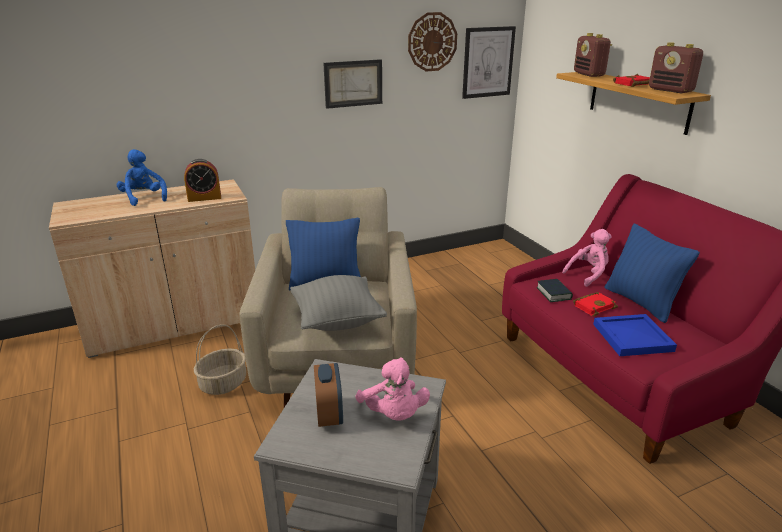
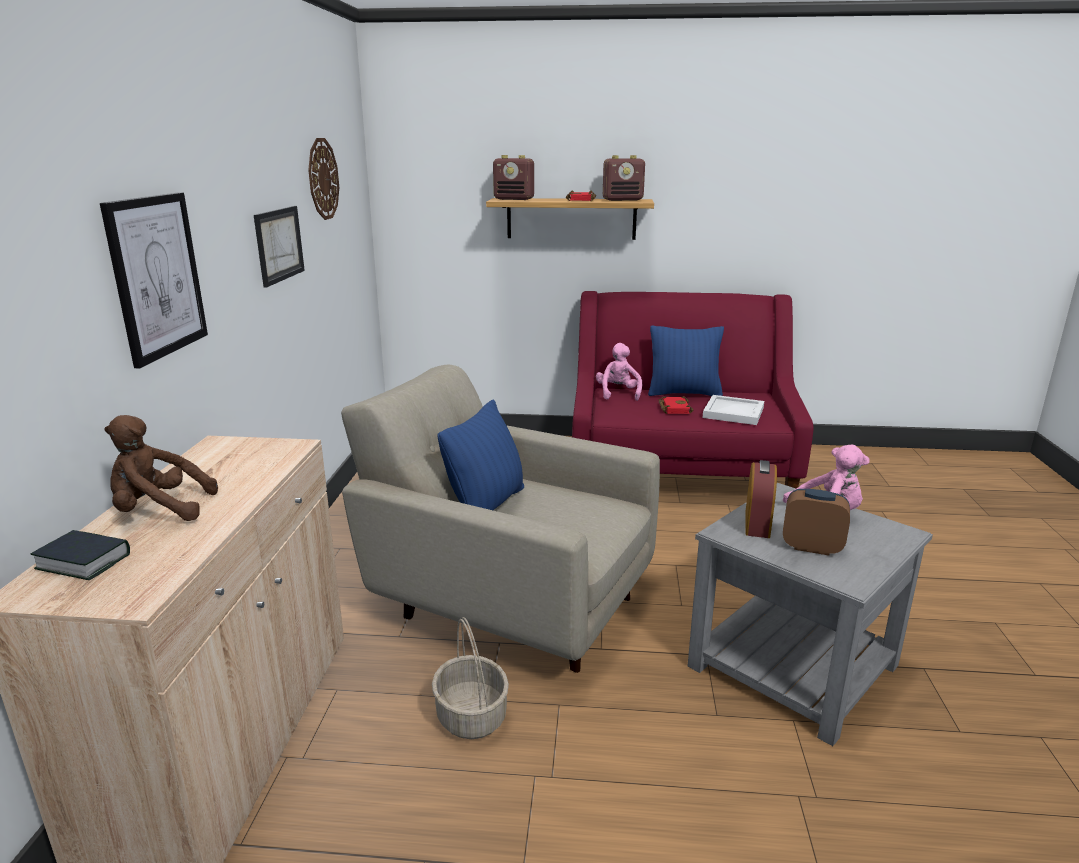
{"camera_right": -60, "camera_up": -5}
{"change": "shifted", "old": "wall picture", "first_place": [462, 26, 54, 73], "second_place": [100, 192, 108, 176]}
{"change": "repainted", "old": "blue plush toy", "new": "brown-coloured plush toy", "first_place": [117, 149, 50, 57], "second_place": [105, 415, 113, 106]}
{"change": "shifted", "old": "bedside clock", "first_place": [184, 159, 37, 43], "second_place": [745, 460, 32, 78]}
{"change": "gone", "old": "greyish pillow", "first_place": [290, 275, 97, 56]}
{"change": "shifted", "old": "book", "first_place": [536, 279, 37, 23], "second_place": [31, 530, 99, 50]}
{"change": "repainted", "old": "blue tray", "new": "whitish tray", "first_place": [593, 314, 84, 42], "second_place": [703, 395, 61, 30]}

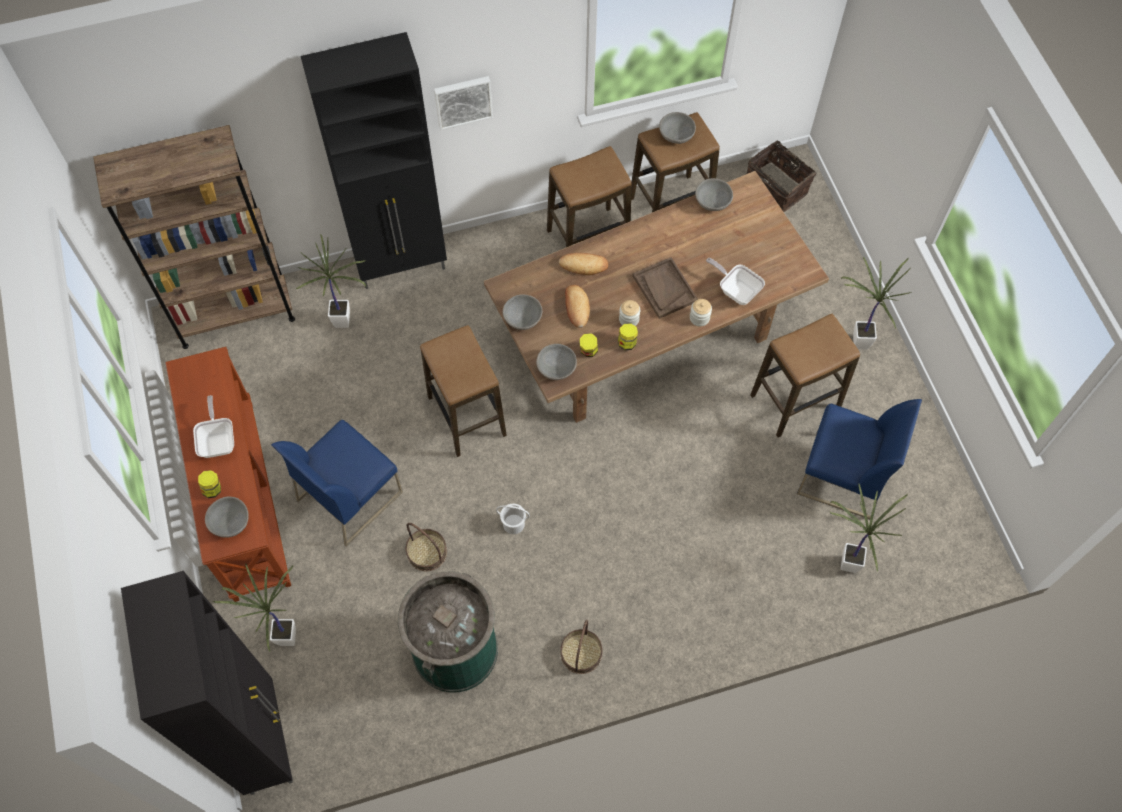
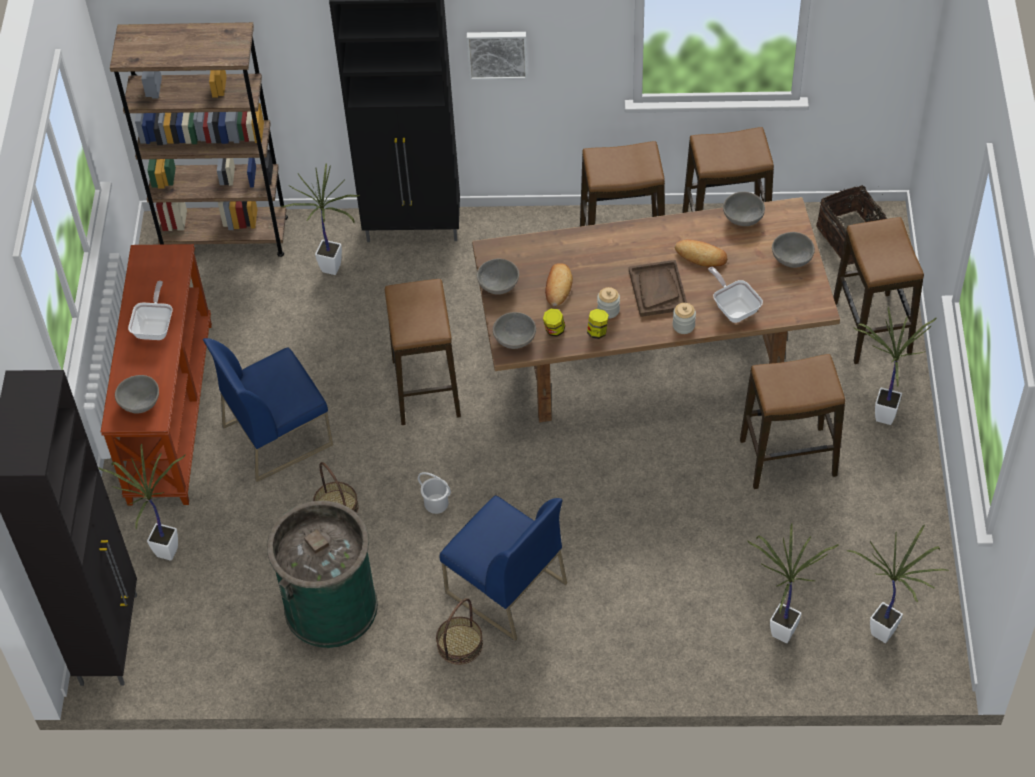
{"camera_right": 20, "camera_up": -10}
{"change": "shifted", "old": "greyish serving bowl", "first_place": [659, 112, 37, 32], "second_place": [772, 232, 43, 36]}
{"change": "shifted", "old": "bread", "first_place": [559, 253, 49, 22], "second_place": [675, 240, 52, 27]}
{"change": "shifted", "old": "blue chair", "first_place": [797, 399, 125, 120], "second_place": [440, 495, 127, 146]}
{"change": "gone", "old": "storage jar", "first_place": [198, 470, 23, 28]}
{"change": "new", "new": "sitting stool", "second_place": [833, 217, 91, 147]}
{"change": "new", "new": "potted plant", "second_place": [847, 524, 102, 119]}

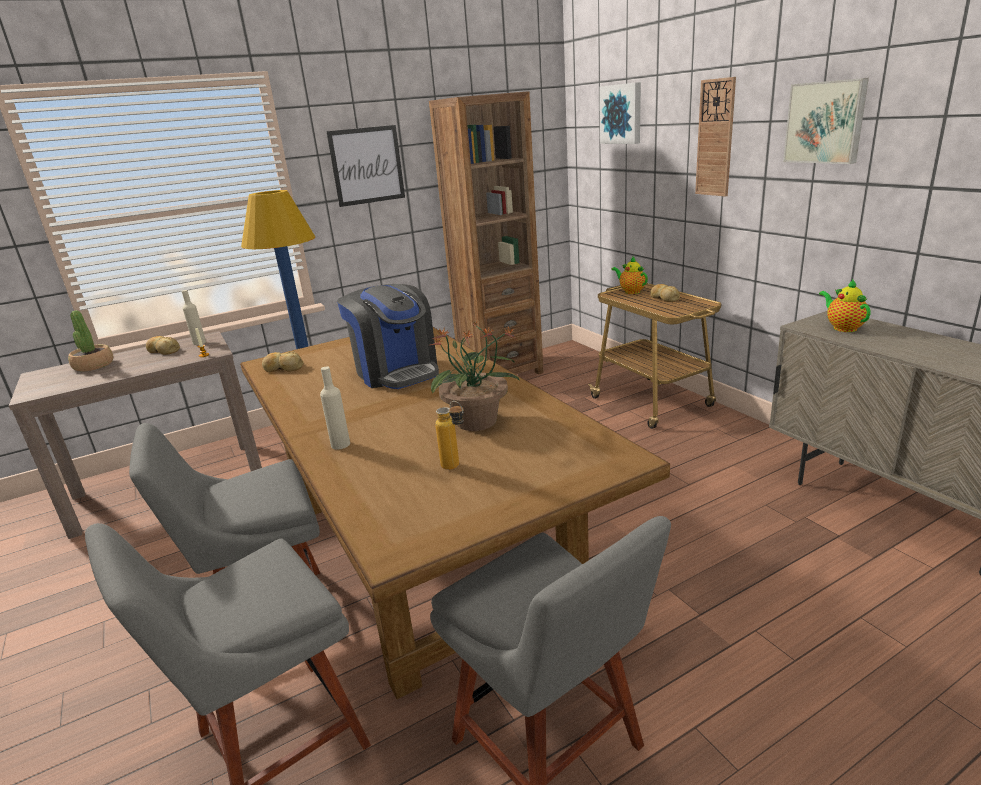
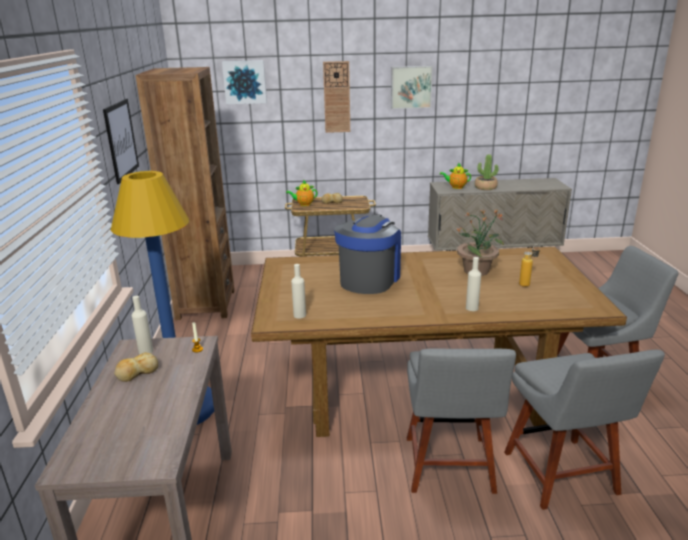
{"camera_right": -65, "camera_up": 0}
{"change": "rotated", "old": "coffee maker", "first_place": [337, 284, 102, 105], "second_place": [334, 214, 67, 80], "degrees": -60}
{"change": "shifted", "old": "potted plant", "first_place": [68, 310, 46, 61], "second_place": [475, 154, 23, 36]}
{"change": "swapped", "old": "bread", "new": "beige-coloured beverage bottle", "first_place": [262, 351, 42, 21], "second_place": [291, 264, 15, 55]}

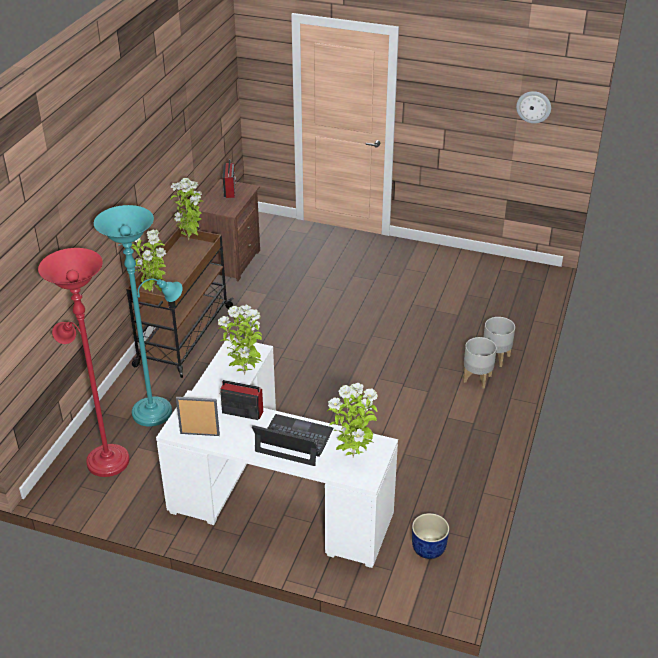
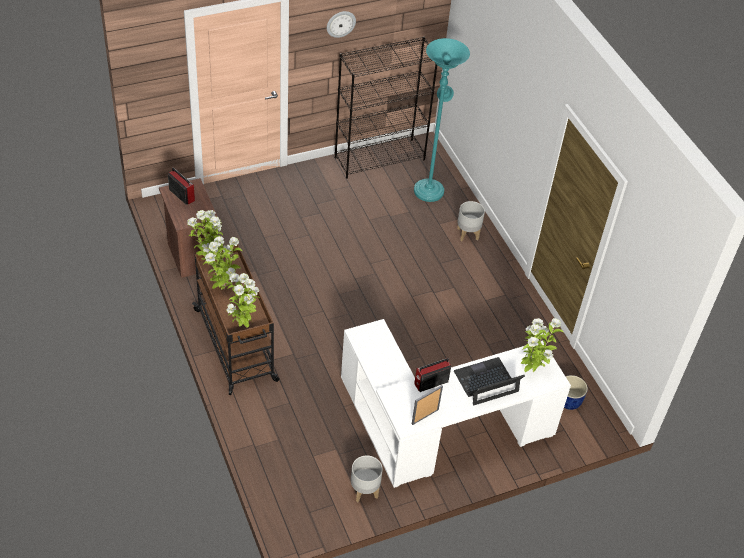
{"camera_right": -45, "camera_up": 10}
{"change": "shifted", "old": "wall clock", "first_place": [516, 91, 35, 32], "second_place": [327, 11, 29, 27]}
{"change": "shifted", "old": "blue-green standard lamp", "first_place": [94, 205, 89, 222], "second_place": [414, 38, 56, 164]}
{"change": "gone", "old": "red standard lamp", "first_place": [38, 248, 91, 229]}
{"change": "shifted", "old": "potted plant", "first_place": [218, 305, 44, 70], "second_place": [203, 236, 39, 54]}
{"change": "shifted", "old": "greyish plant pot", "first_place": [463, 337, 34, 52], "second_place": [351, 455, 32, 47]}
{"change": "new", "new": "black bookcase", "second_place": [335, 37, 102, 142]}

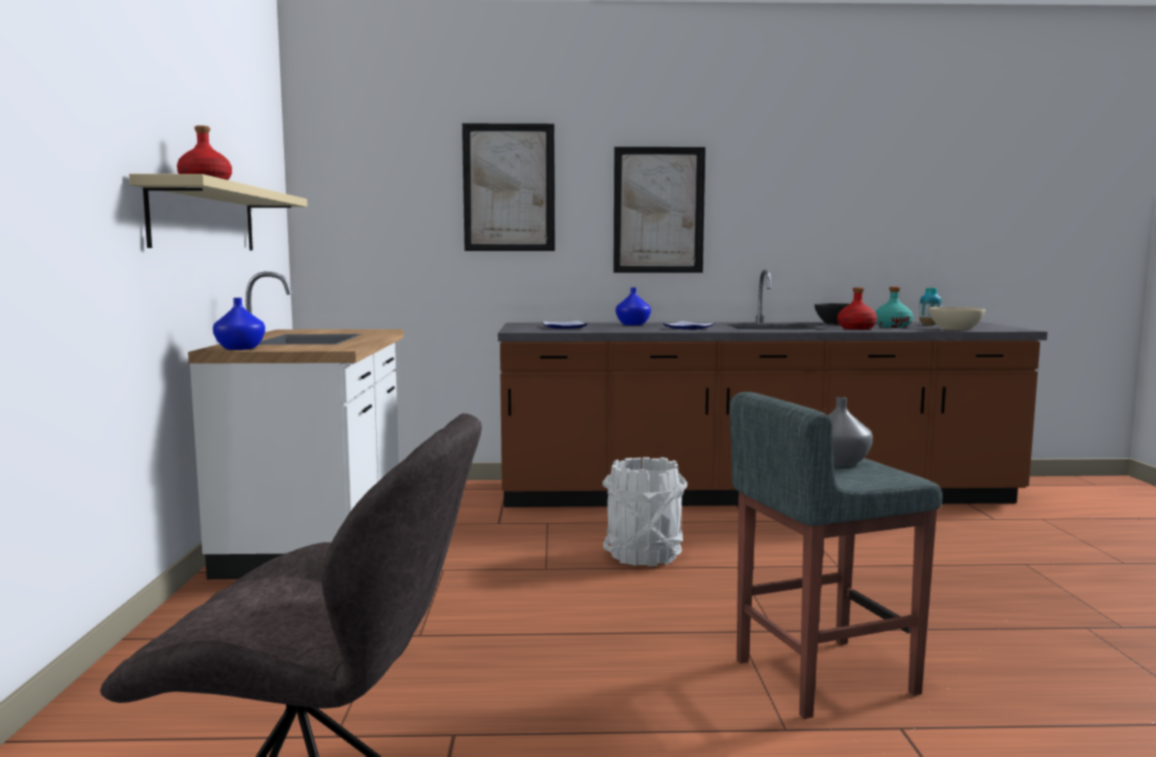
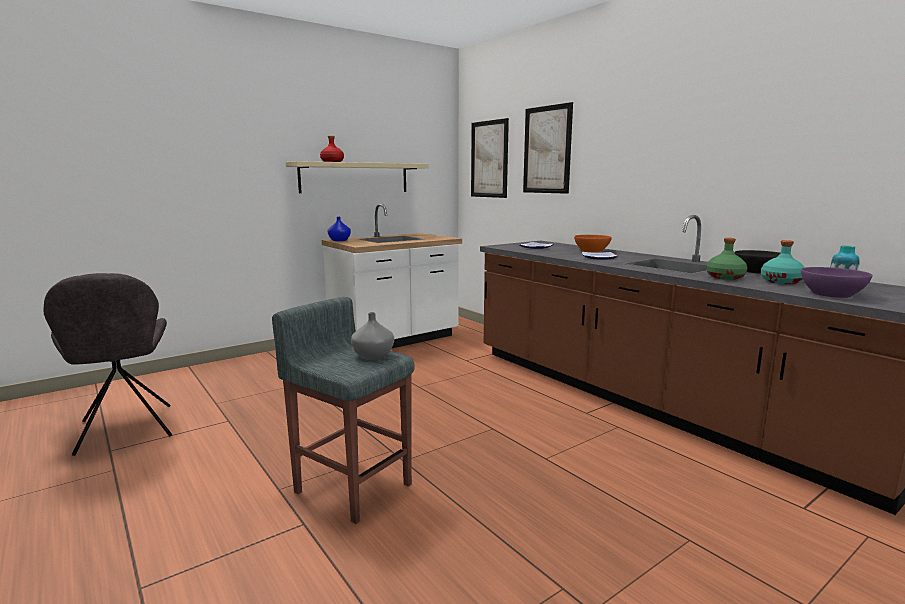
{"camera_right": 55, "camera_up": 5}
{"change": "shifted", "old": "wall picture", "first_place": [613, 147, 93, 126], "second_place": [471, 118, 38, 80]}
{"change": "repainted", "old": "red beverage bottle", "new": "green beverage bottle", "first_place": [837, 287, 40, 43], "second_place": [706, 238, 41, 42]}
{"change": "swapped", "old": "blue vase", "new": "orangey serving bowl", "first_place": [616, 288, 35, 37], "second_place": [574, 235, 38, 17]}
{"change": "repainted", "old": "beige-coloured serving bowl", "new": "purple-coloured serving bowl", "first_place": [929, 307, 56, 23], "second_place": [801, 267, 71, 31]}
{"change": "gone", "old": "whitish pail", "first_place": [603, 457, 84, 110]}

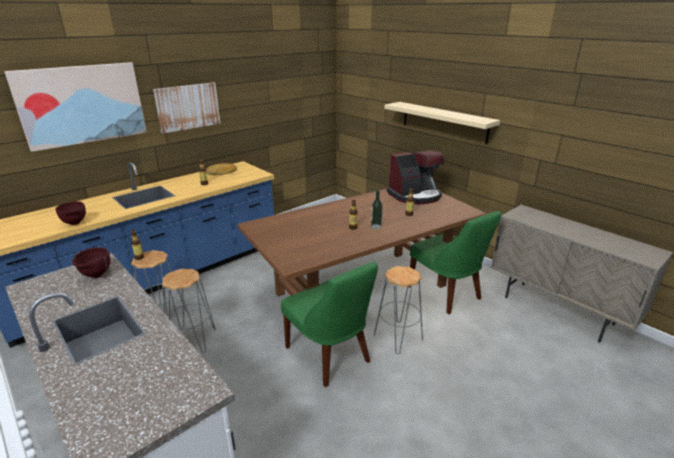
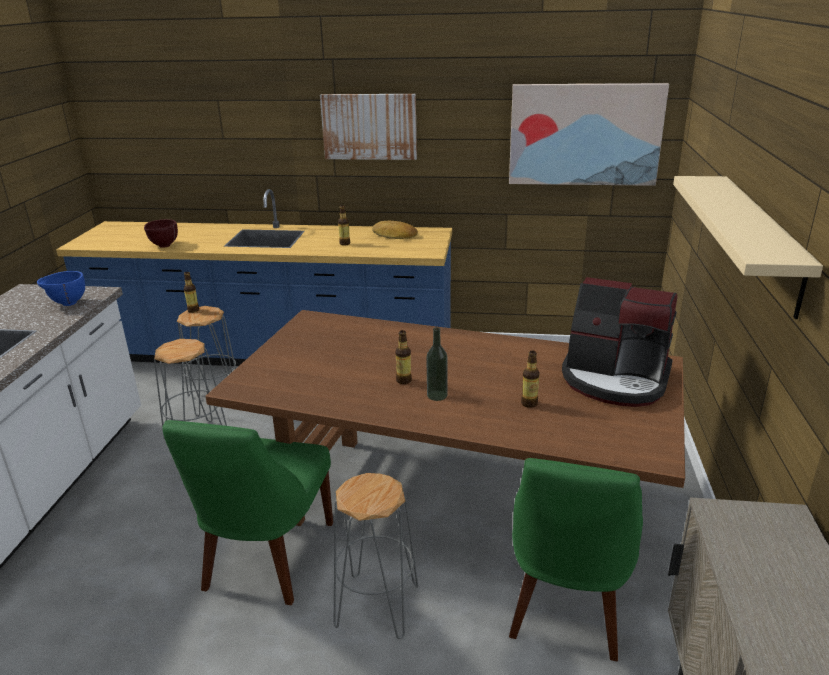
{"camera_right": 50, "camera_up": 0}
{"change": "shifted", "old": "wall picture", "first_place": [4, 62, 143, 90], "second_place": [509, 83, 160, 103]}
{"change": "repainted", "old": "brown-coloured serving bowl", "new": "blue serving bowl", "first_place": [72, 247, 39, 31], "second_place": [37, 271, 48, 35]}

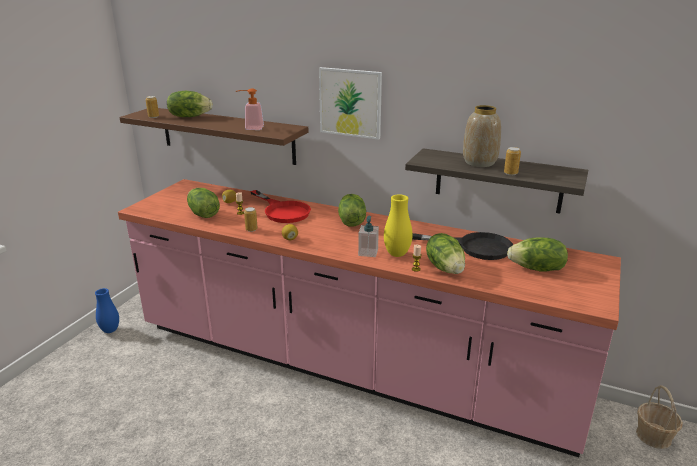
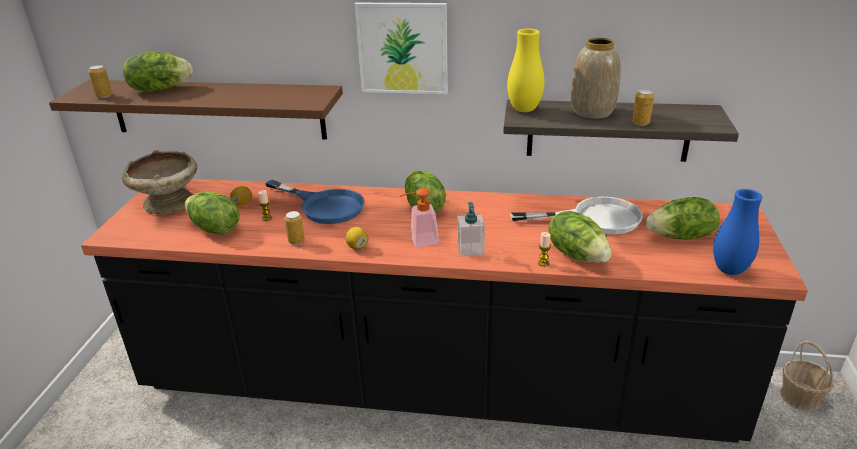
{"camera_right": -15, "camera_up": 5}
{"change": "shifted", "old": "soap bottle", "first_place": [236, 88, 28, 42], "second_place": [399, 188, 40, 59]}
{"change": "repainted", "old": "pink kitchen counter", "new": "black kitchen counter", "first_place": [118, 179, 503, 278], "second_place": [81, 179, 727, 264]}
{"change": "repainted", "old": "red frying pan", "new": "blue frying pan", "first_place": [250, 190, 61, 33], "second_place": [265, 180, 100, 44]}
{"change": "shifted", "old": "yellow-coloured vase", "first_place": [384, 194, 29, 63], "second_place": [507, 29, 37, 83]}
{"change": "repainted", "old": "black frying pan", "new": "whitish frying pan", "first_place": [412, 232, 101, 28], "second_place": [510, 197, 133, 37]}
{"change": "shifted", "old": "blue vase", "first_place": [95, 288, 24, 45], "second_place": [713, 189, 49, 86]}
{"change": "new", "new": "beige-coloured serving bowl", "second_place": [122, 150, 75, 64]}

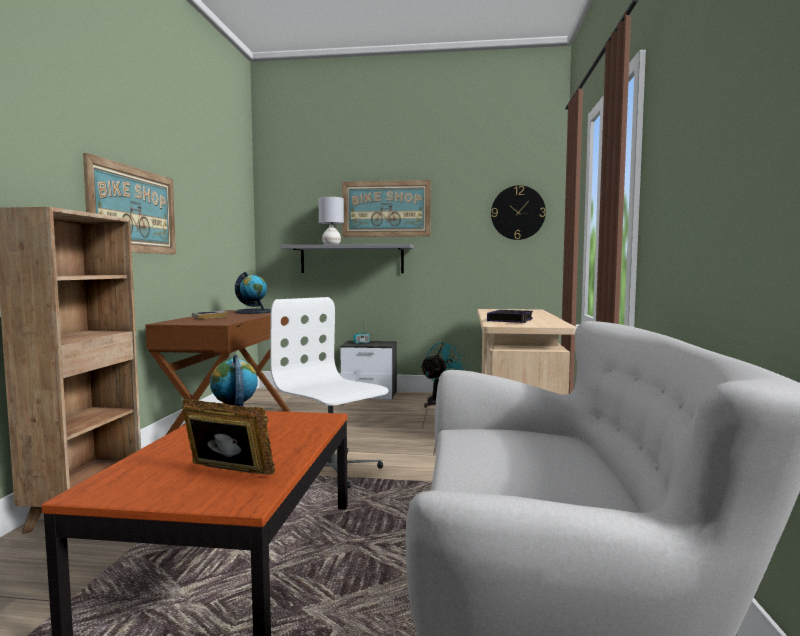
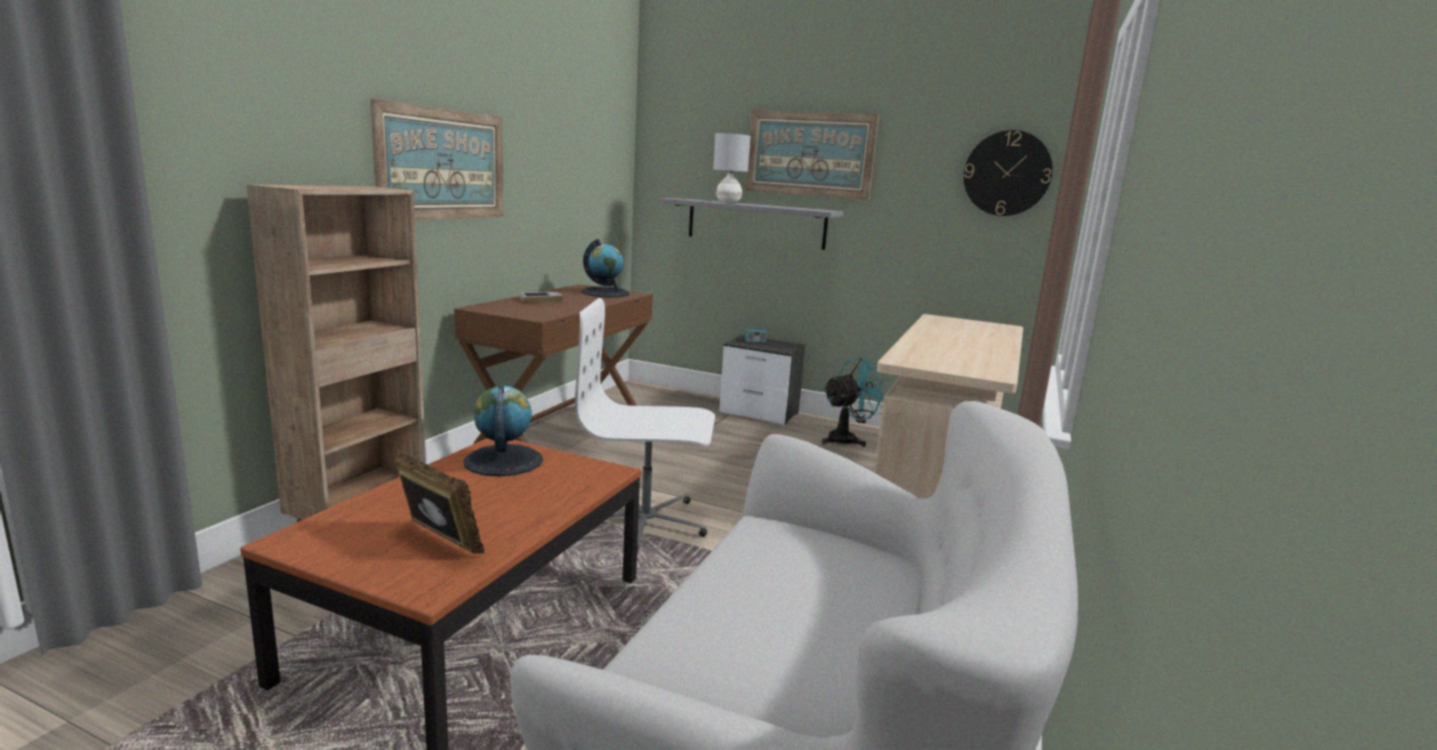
{"camera_right": 15, "camera_up": 10}
{"change": "rotated", "old": "whitish office chair", "first_place": [270, 297, 119, 192], "second_place": [575, 298, 140, 255], "degrees": -60}
{"change": "gone", "old": "book", "first_place": [487, 310, 46, 13]}

